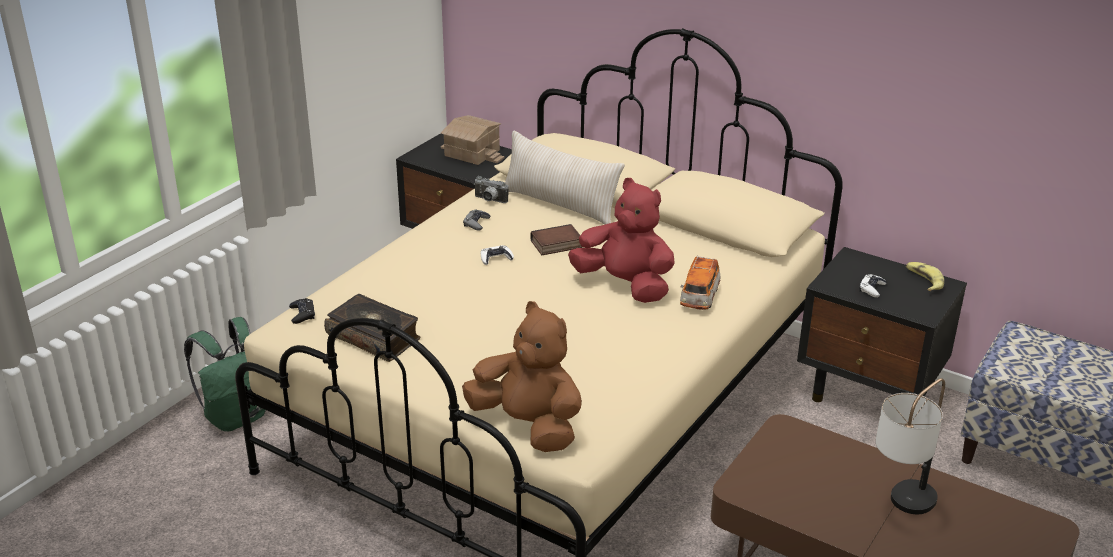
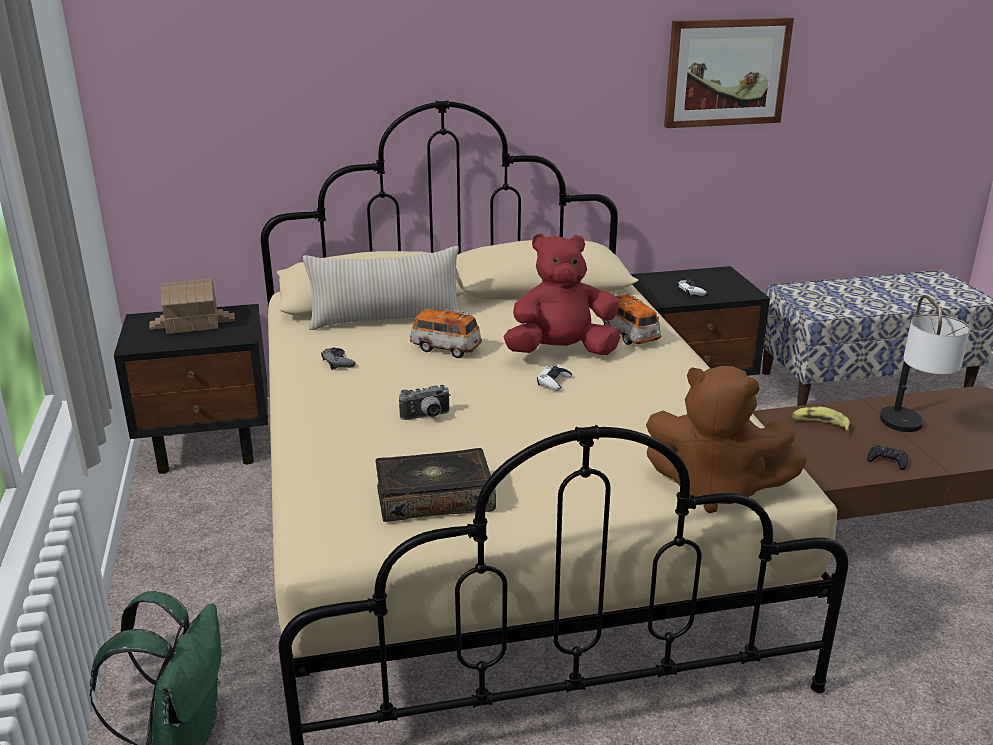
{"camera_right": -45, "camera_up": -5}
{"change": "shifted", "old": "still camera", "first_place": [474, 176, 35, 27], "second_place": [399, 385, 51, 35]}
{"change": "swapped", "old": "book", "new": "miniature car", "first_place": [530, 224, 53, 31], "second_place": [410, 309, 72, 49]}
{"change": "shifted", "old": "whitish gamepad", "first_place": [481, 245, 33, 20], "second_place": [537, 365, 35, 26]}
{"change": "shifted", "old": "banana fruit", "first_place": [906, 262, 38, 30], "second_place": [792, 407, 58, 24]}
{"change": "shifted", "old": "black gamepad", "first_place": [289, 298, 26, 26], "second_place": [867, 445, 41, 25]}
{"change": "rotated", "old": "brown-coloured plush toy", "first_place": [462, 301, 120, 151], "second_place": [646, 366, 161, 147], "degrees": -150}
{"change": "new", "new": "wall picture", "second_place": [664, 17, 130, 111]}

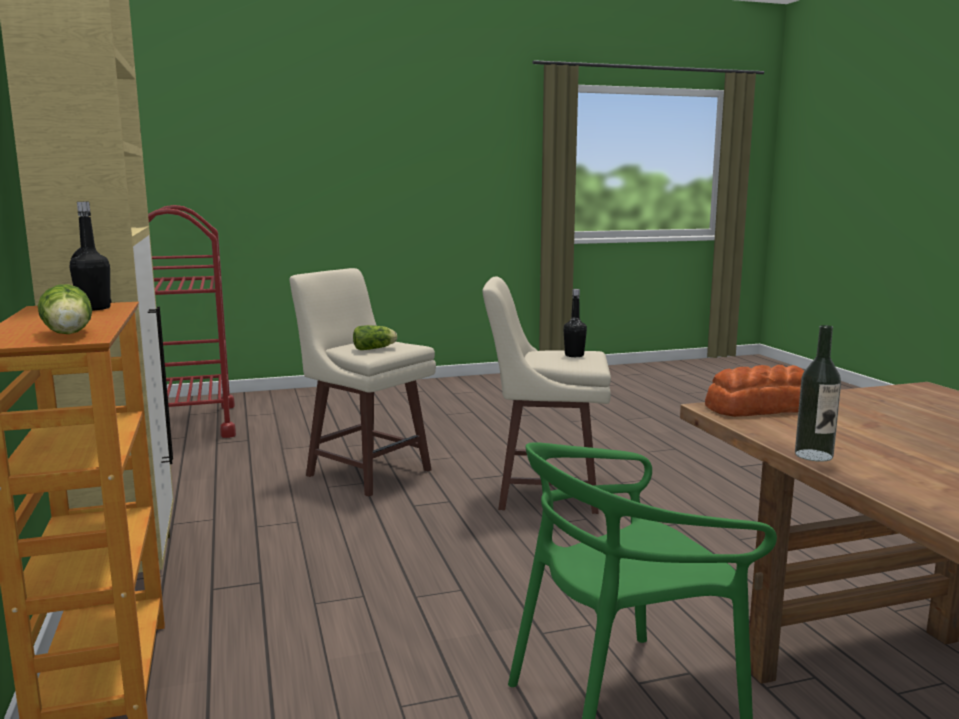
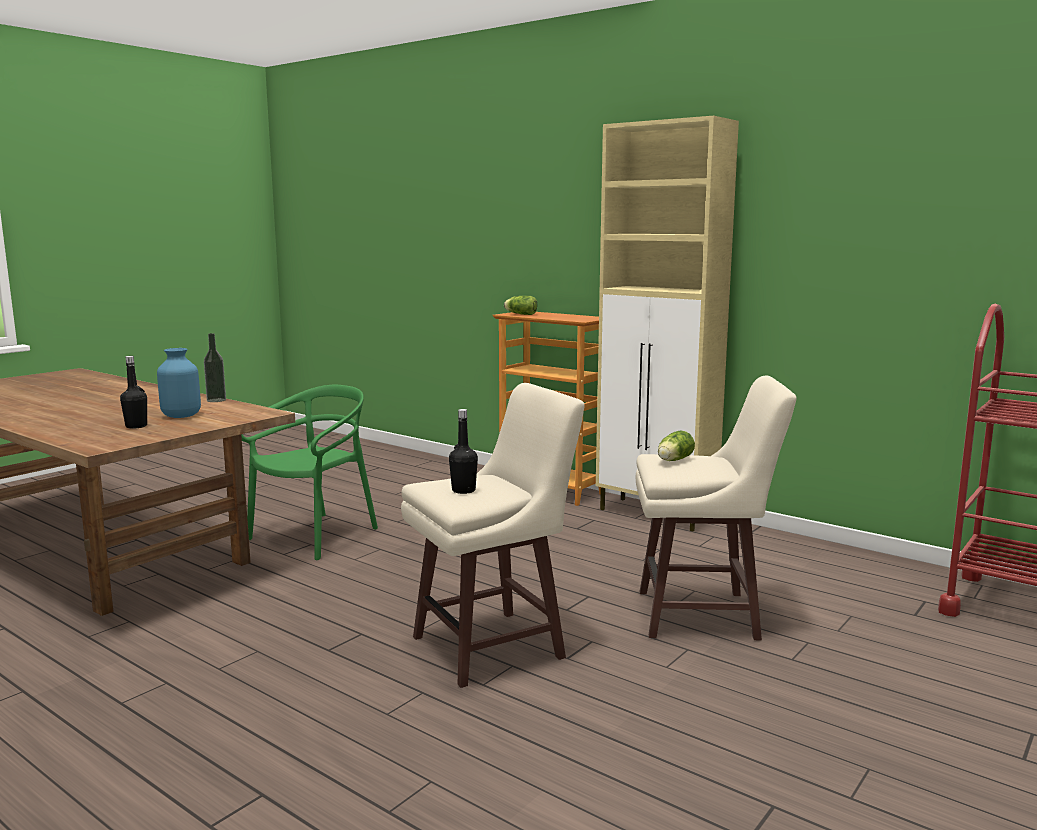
{"camera_right": 145, "camera_up": 0}
{"change": "shifted", "old": "black beverage bottle", "first_place": [69, 202, 42, 109], "second_place": [120, 356, 27, 73]}
{"change": "gone", "old": "bread", "first_place": [705, 365, 99, 52]}
{"change": "new", "new": "blue vase", "second_place": [157, 348, 44, 70]}

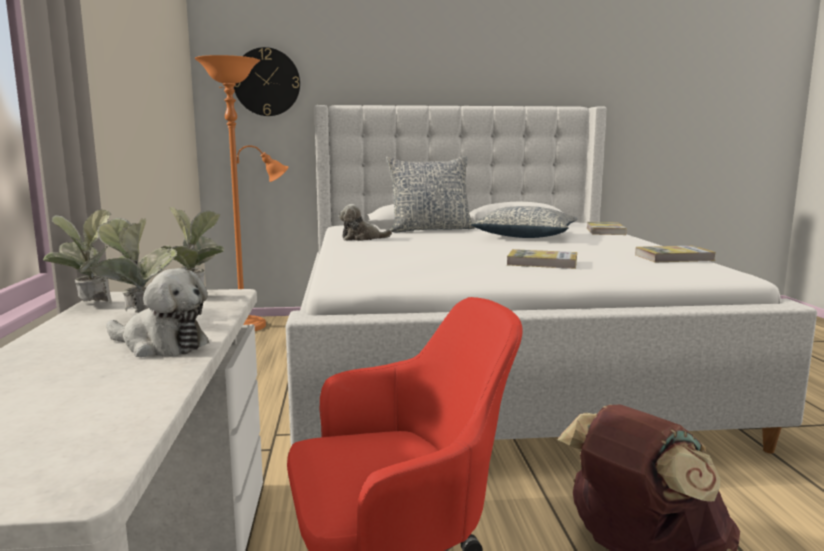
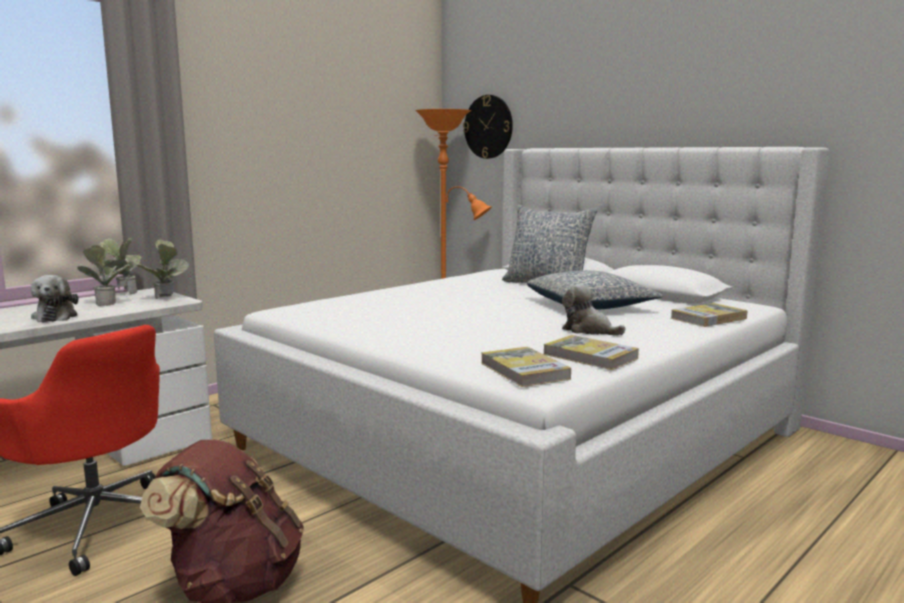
{"camera_right": 50, "camera_up": 0}
{"change": "shifted", "old": "plush toy", "first_place": [339, 204, 53, 37], "second_place": [562, 284, 63, 51]}
{"change": "shifted", "old": "book", "first_place": [507, 249, 70, 20], "second_place": [481, 347, 90, 40]}

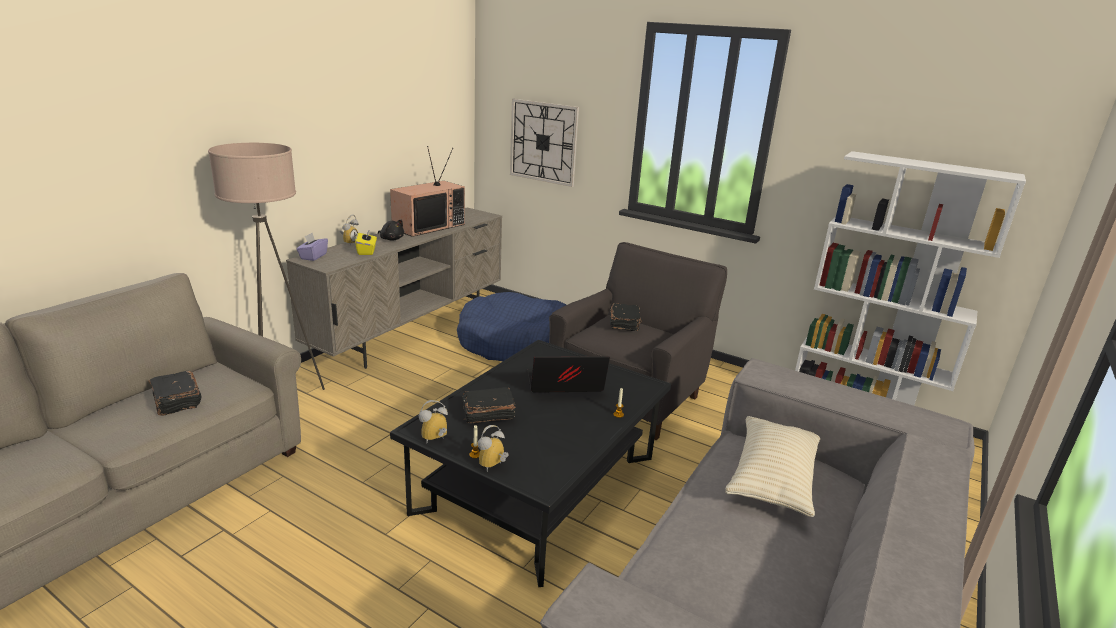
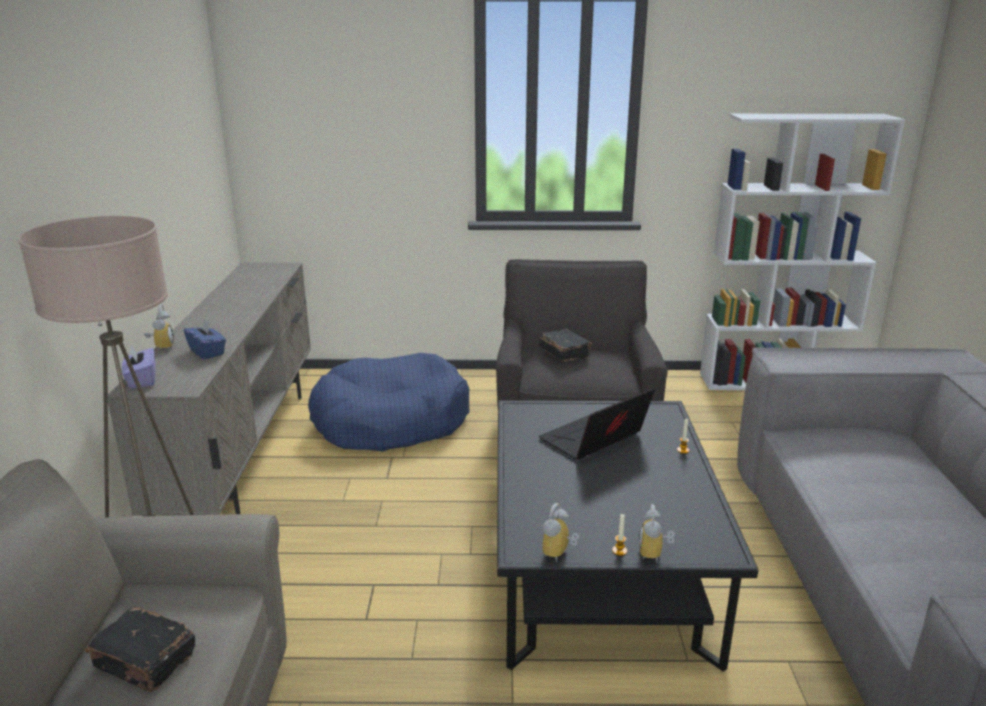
{"camera_right": -30, "camera_up": 0}
{"change": "gone", "old": "wall clock", "first_place": [510, 99, 69, 88]}
{"change": "gone", "old": "TV", "first_place": [390, 146, 75, 91]}
{"change": "gone", "old": "black plush toy", "first_place": [378, 220, 26, 21]}
{"change": "repainted", "old": "yellow-coloured box of tissues", "new": "blue box of tissues", "first_place": [355, 229, 22, 26], "second_place": [184, 318, 42, 42]}
{"change": "gone", "old": "black book", "first_place": [462, 387, 54, 37]}
{"change": "gone", "old": "beige-coloured pillow", "first_place": [725, 416, 95, 101]}

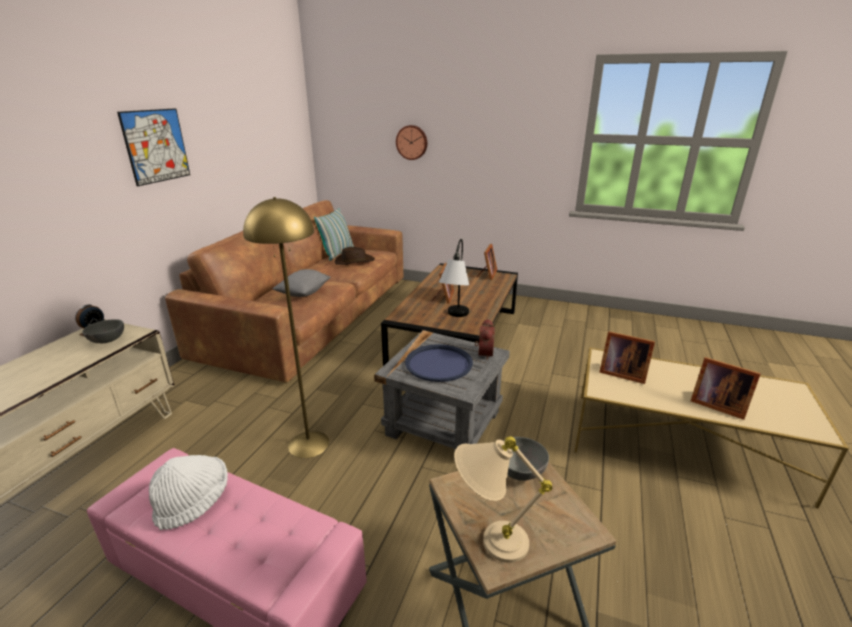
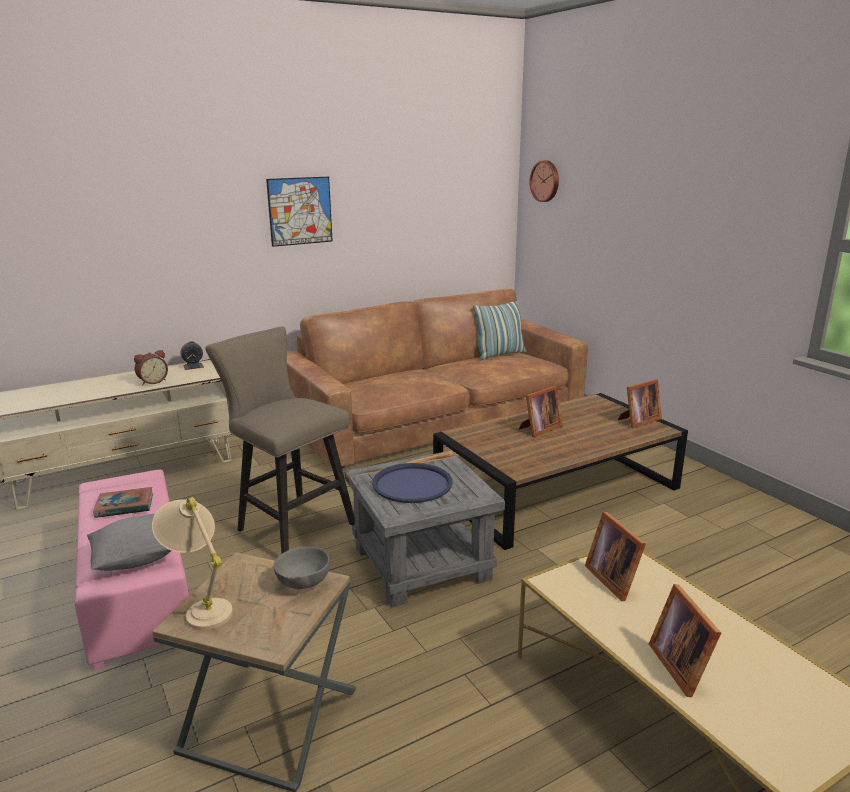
{"camera_right": 40, "camera_up": -5}
{"change": "shifted", "old": "wall clock", "first_place": [396, 125, 31, 35], "second_place": [529, 160, 30, 42]}
{"change": "swapped", "old": "yellow-coloured standard lamp", "new": "beige-coloured sitting stool", "first_place": [243, 197, 86, 261], "second_place": [205, 326, 150, 228]}
{"change": "gone", "old": "lamp for a table", "first_place": [439, 239, 30, 78]}
{"change": "gone", "old": "brown-coloured wearable hat", "first_place": [335, 247, 40, 18]}
{"change": "shifted", "old": "greyish pillow", "first_place": [272, 269, 59, 28], "second_place": [87, 514, 84, 57]}
{"change": "gone", "old": "greyish serving bowl", "first_place": [82, 319, 42, 24]}
{"change": "shifted", "old": "bedside clock", "first_place": [475, 319, 20, 41], "second_place": [134, 350, 34, 35]}
{"change": "swapped", "old": "whitish wearable hat", "new": "book", "first_place": [149, 455, 79, 75], "second_place": [93, 487, 60, 31]}

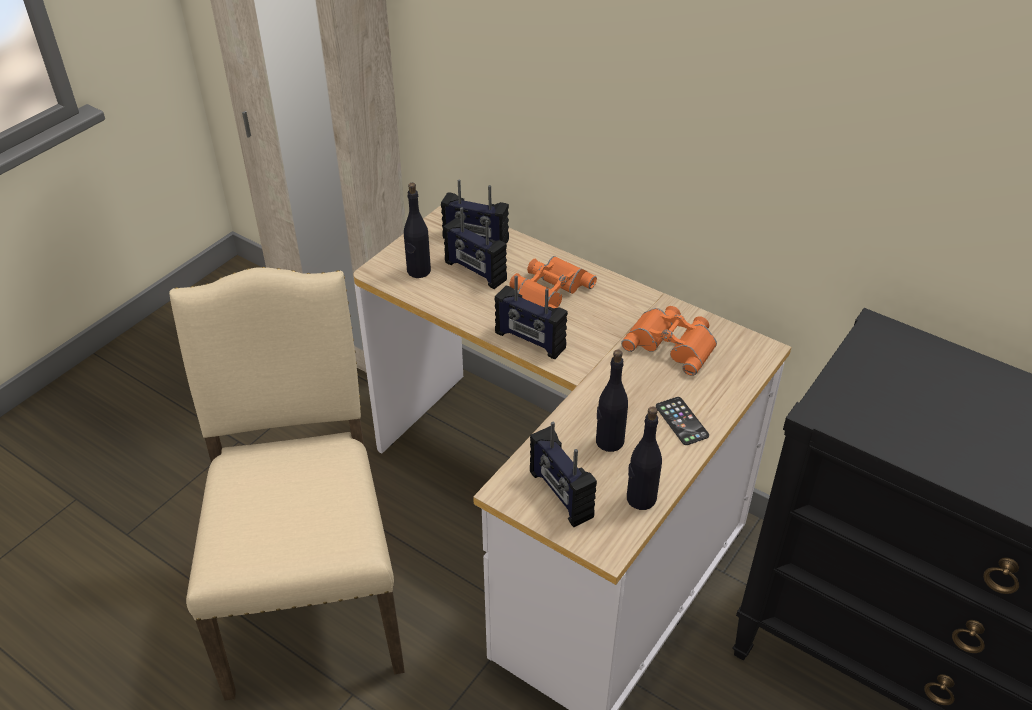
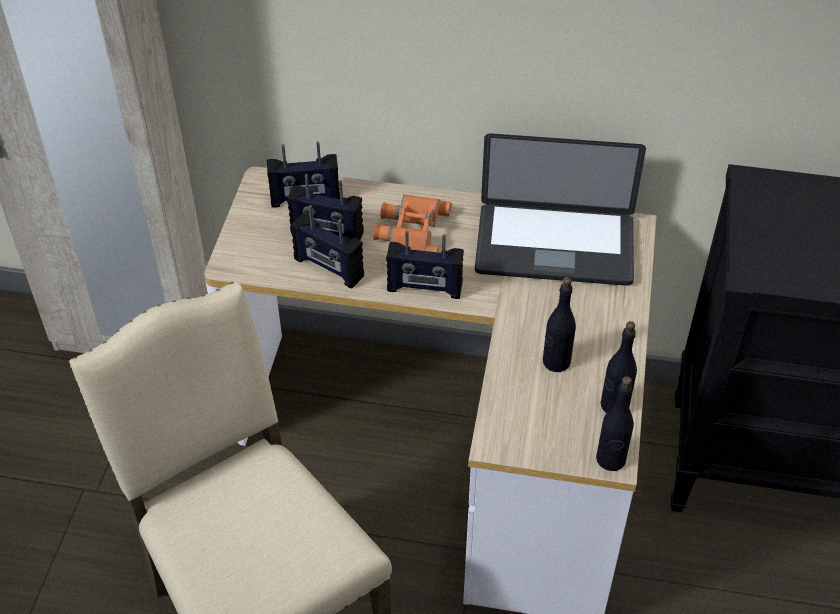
{"camera_right": -25, "camera_up": 5}
{"change": "shifted", "old": "black beverage bottle", "first_place": [404, 183, 27, 95], "second_place": [596, 376, 38, 95]}
{"change": "swapped", "old": "orangey field glasses", "new": "laptop", "first_place": [621, 306, 96, 70], "second_place": [475, 133, 171, 153]}
{"change": "gone", "old": "handset", "first_place": [656, 397, 53, 48]}
{"change": "shifted", "old": "radio receiver", "first_place": [530, 422, 67, 105], "second_place": [291, 205, 73, 84]}

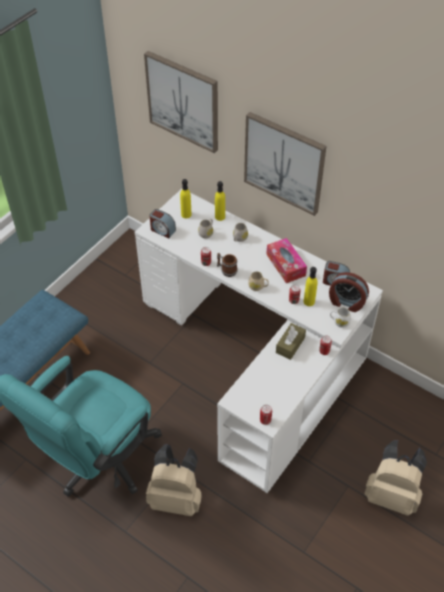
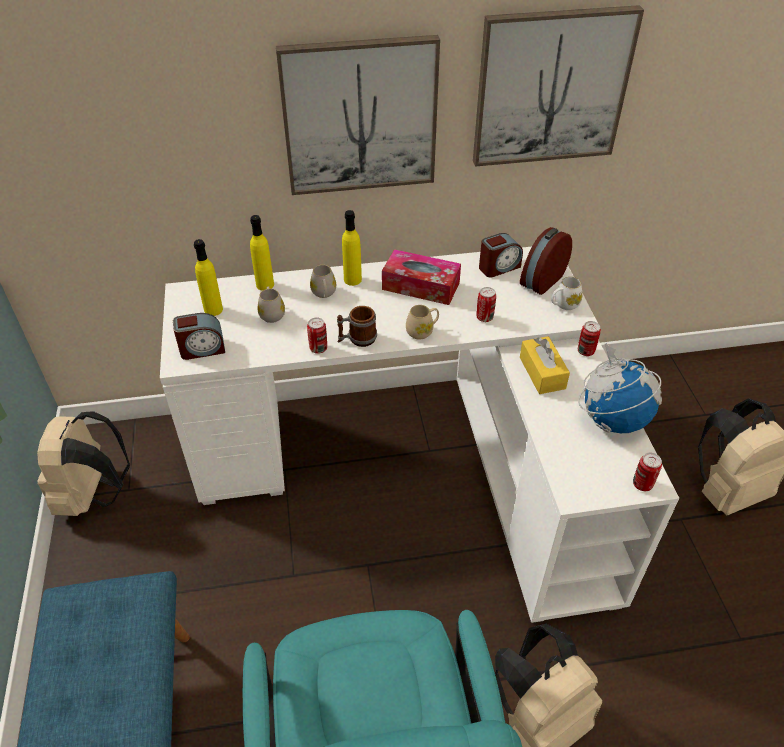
{"camera_right": -45, "camera_up": -5}
{"change": "shifted", "old": "wall picture", "first_place": [144, 51, 74, 102], "second_place": [473, 5, 171, 162]}
{"change": "shifted", "old": "yellow-coloured beverage bottle", "first_place": [304, 267, 13, 39], "second_place": [342, 210, 20, 76]}
{"change": "rotated", "old": "bedside clock", "first_place": [329, 272, 40, 40], "second_place": [520, 227, 52, 68], "degrees": 150}
{"change": "repainted", "old": "brown-coloured box of tissues", "new": "yellow-coloured box of tissues", "first_place": [276, 323, 30, 37], "second_place": [520, 336, 50, 58]}
{"change": "new", "new": "desk globe", "second_place": [578, 343, 84, 90]}
{"change": "new", "new": "beige-coloured rucksack", "second_place": [37, 411, 93, 105]}

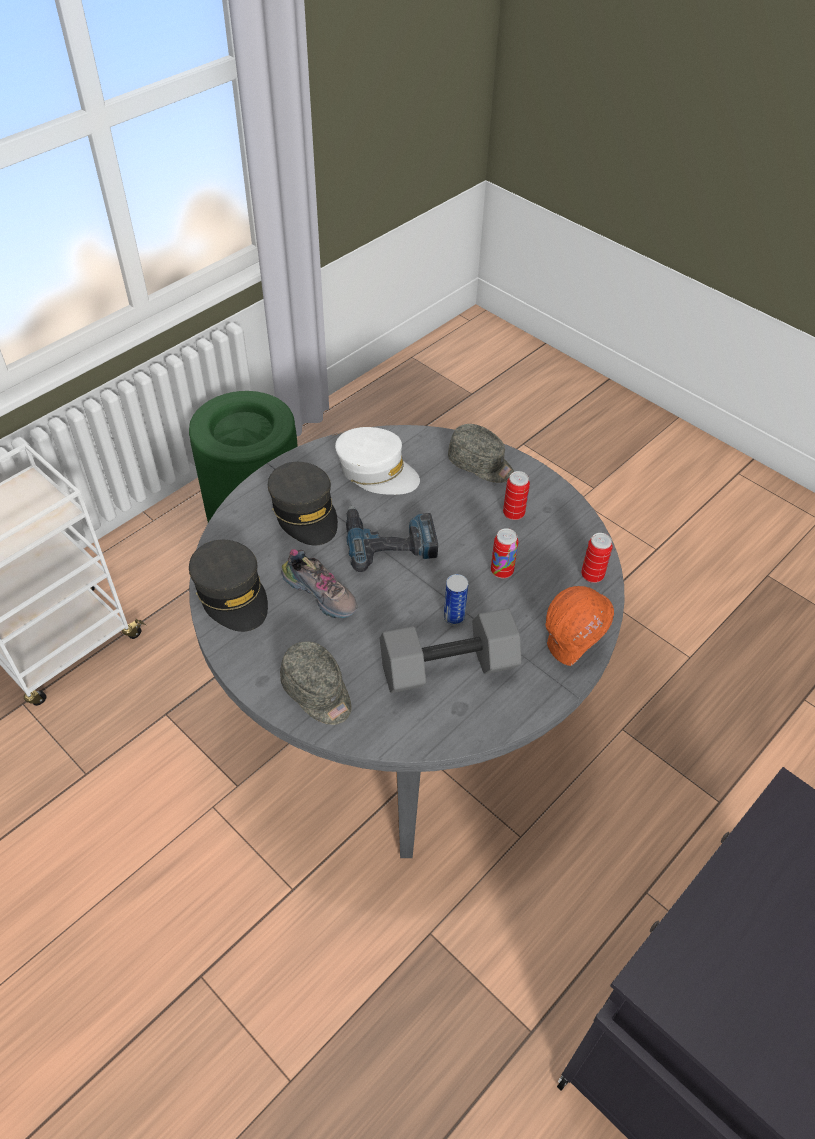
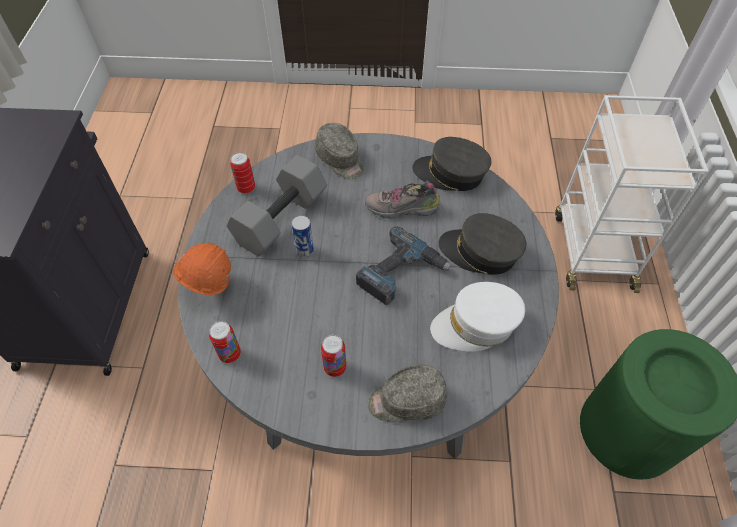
{"camera_right": 140, "camera_up": 5}
{"change": "shifted", "old": "sealed can", "first_place": [491, 528, 27, 50], "second_place": [230, 152, 25, 42]}
{"change": "rotated", "old": "greyish peaked cap", "first_place": [280, 641, 71, 84], "second_place": [315, 123, 48, 56], "degrees": -135}

